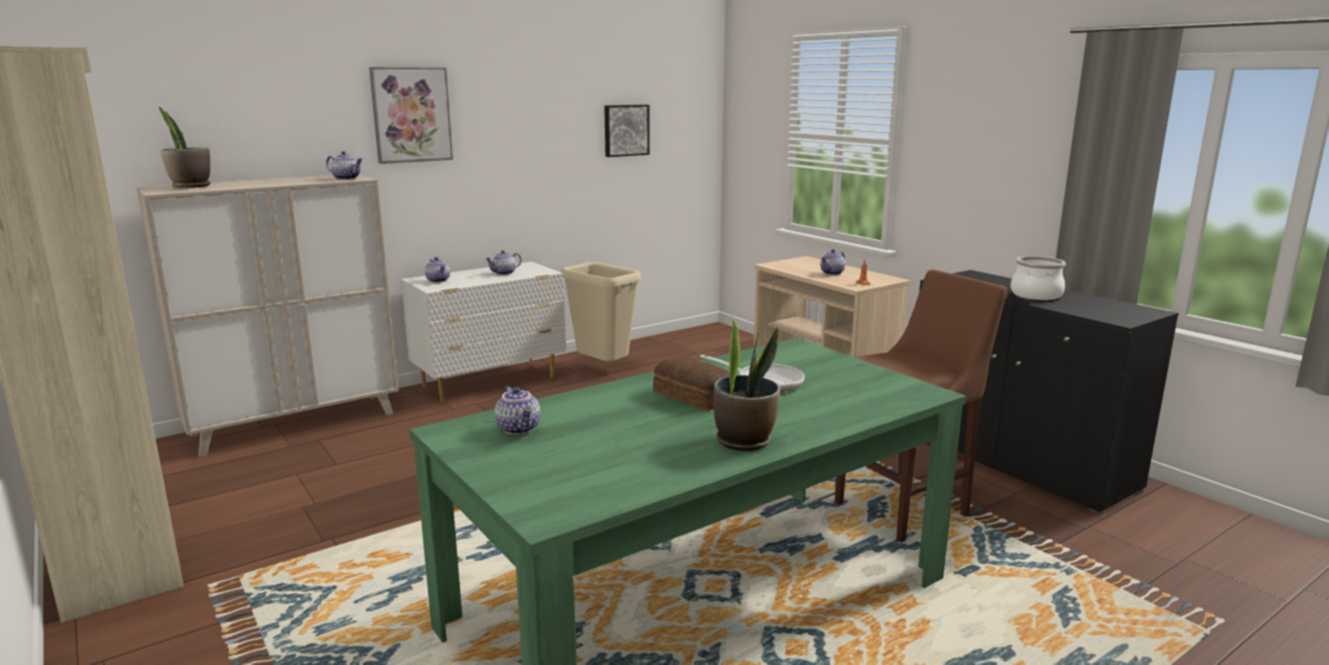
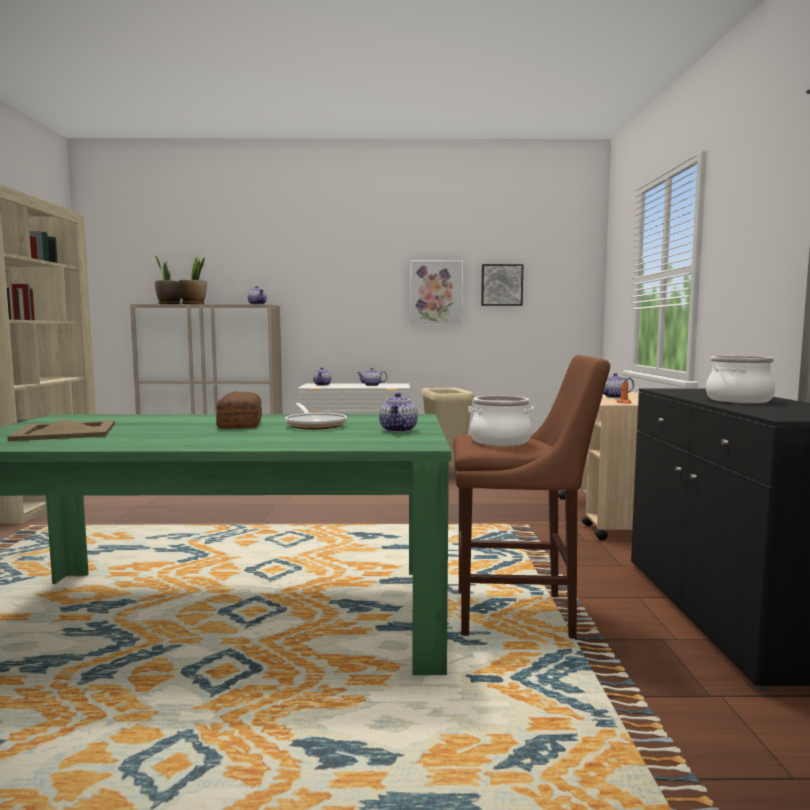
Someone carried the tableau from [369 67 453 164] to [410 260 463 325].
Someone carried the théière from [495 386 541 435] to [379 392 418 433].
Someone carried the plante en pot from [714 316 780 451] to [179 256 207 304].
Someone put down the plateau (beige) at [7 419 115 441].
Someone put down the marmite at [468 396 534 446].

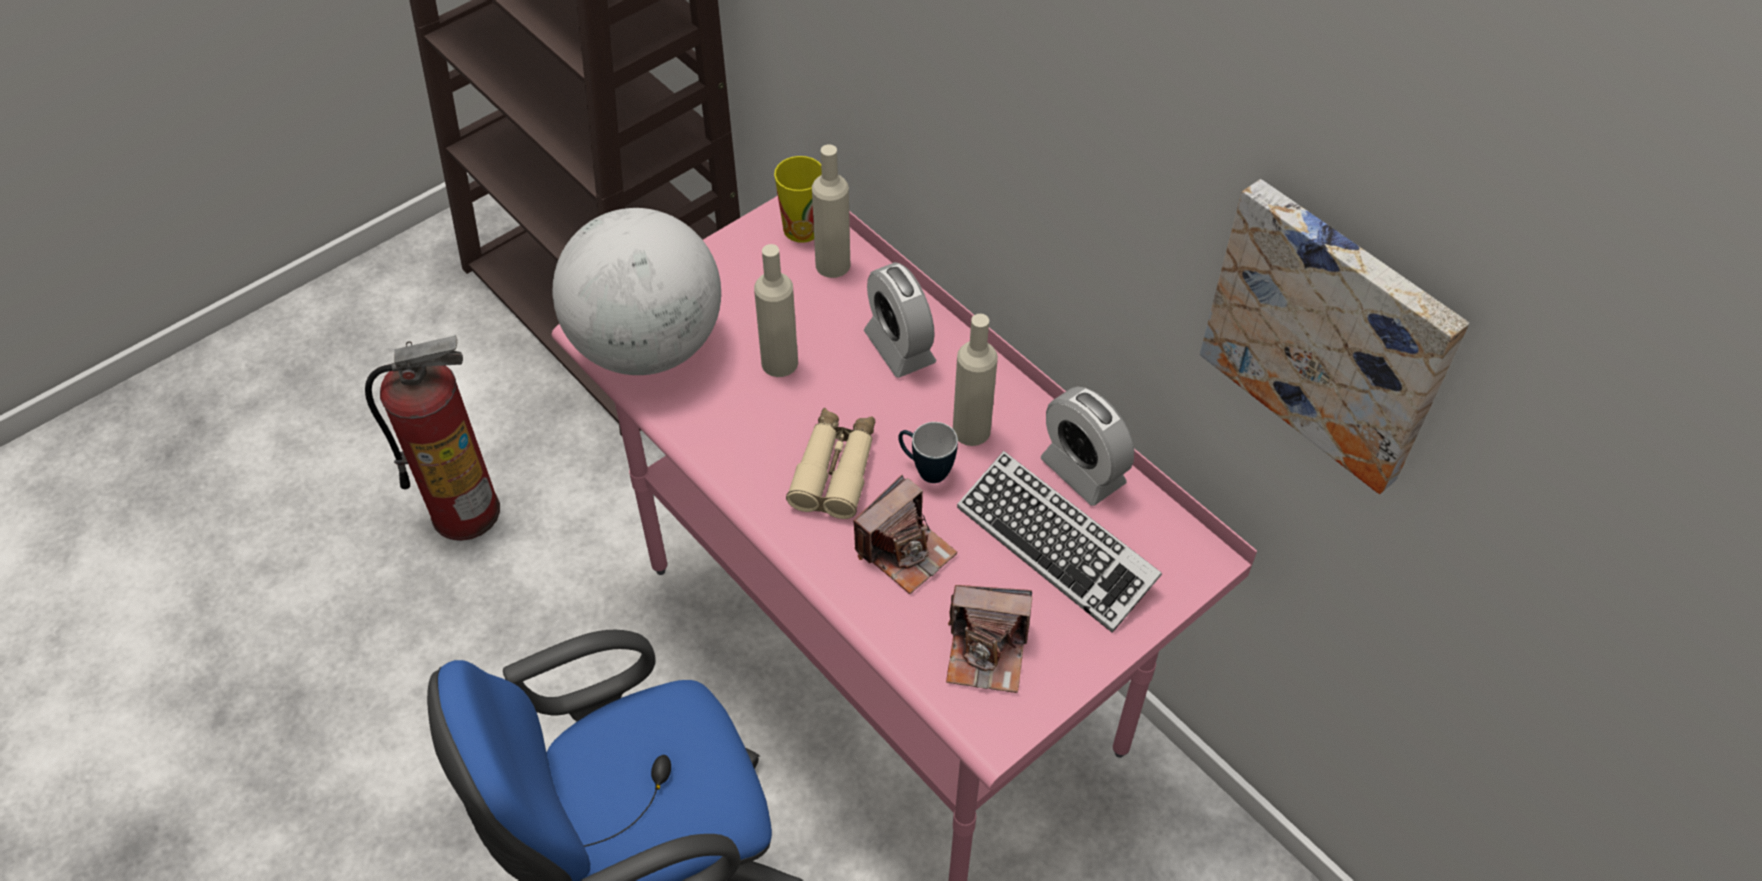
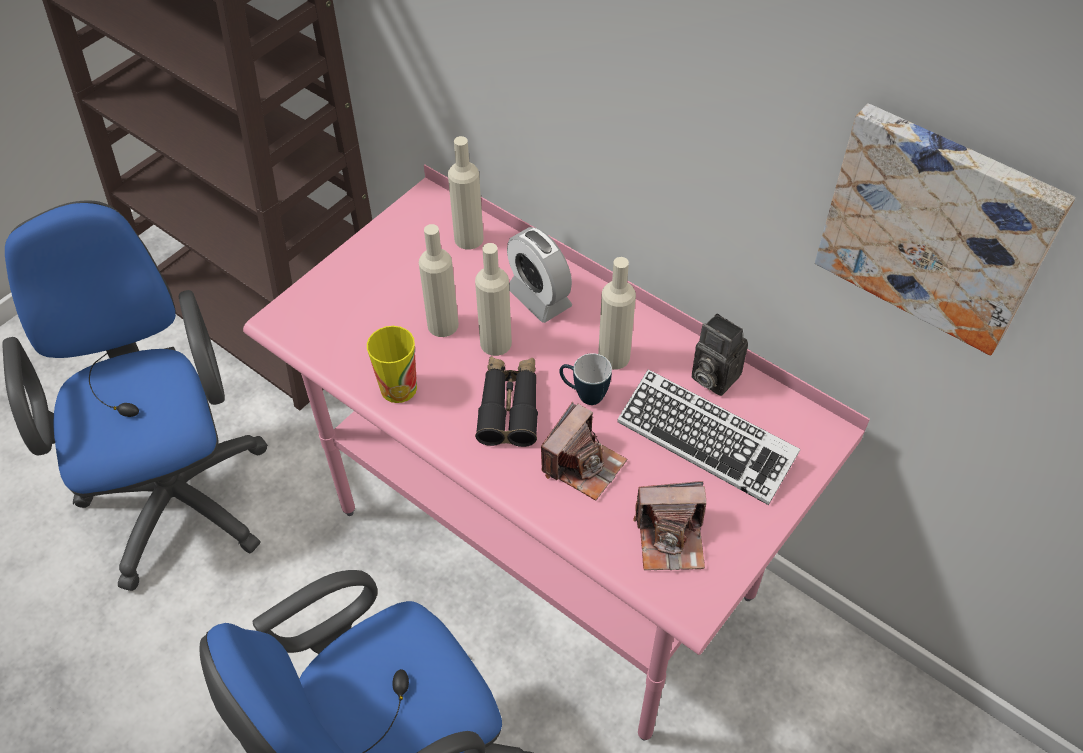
Someone swapped the extincteur at [365 336 500 541] for the chaise de bureau (bleu) at [2 200 268 591].
Someone took away the globe at [553 208 721 375].
Someone carried the tasse from [774 156 822 243] to [367 326 417 403].
Someone repainted the jumelles (beige) at [786 408 875 519], which became the jumelles (noir) at [475 356 538 447].
Someone swapped the réveil at [1041 386 1134 506] for the appareil photo at [691 313 748 396].
Someone put down the bouteille (beige) at [475 243 512 356].

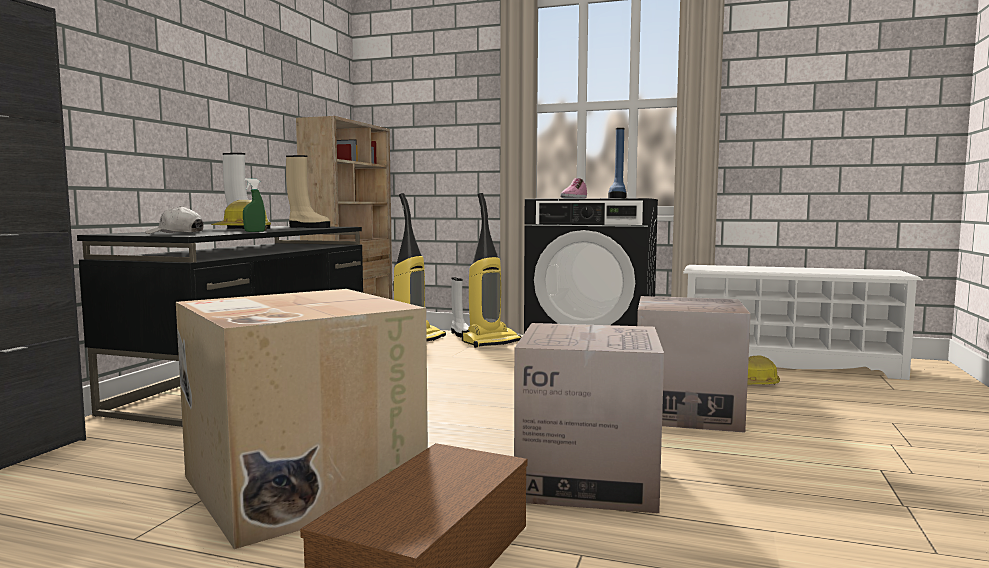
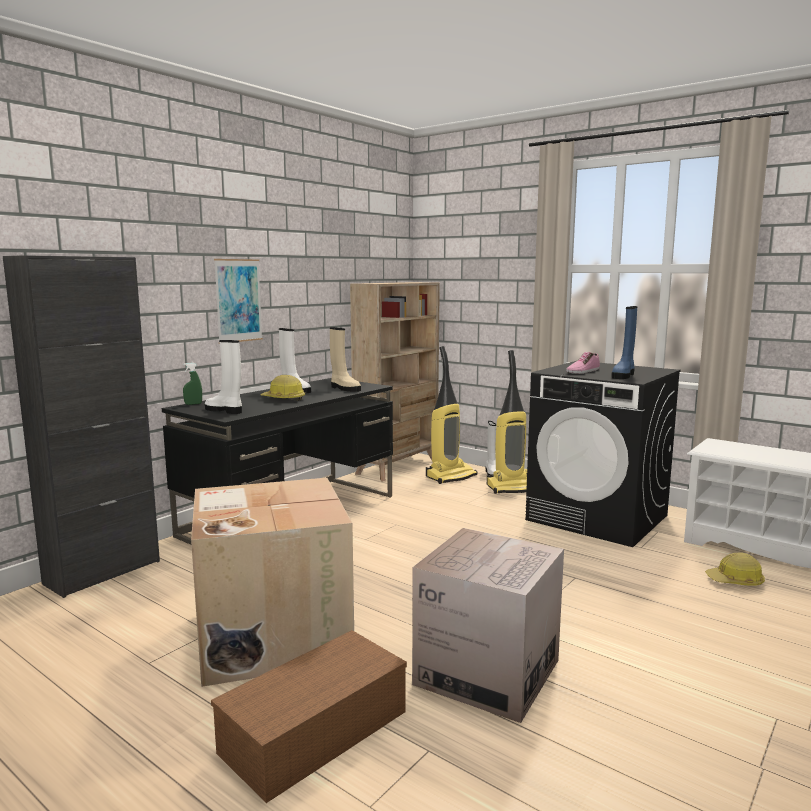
Someone swapped the casquette (blanc) at [145 206 204 234] for the botte (blanc) at [205 340 242 414].
Someone carried the vaporisateur (vert) from [243 178 266 232] to [183 363 202 405].
Someone took away the carton at [637 296 751 433].
Someone put up the tableau at [214 259 263 344].

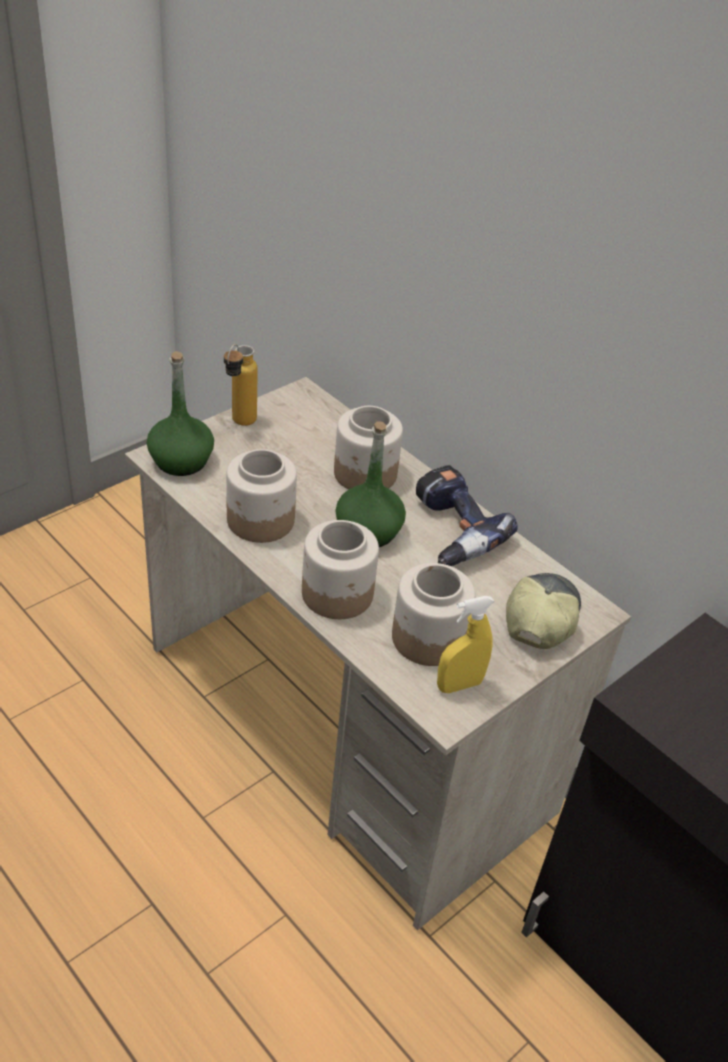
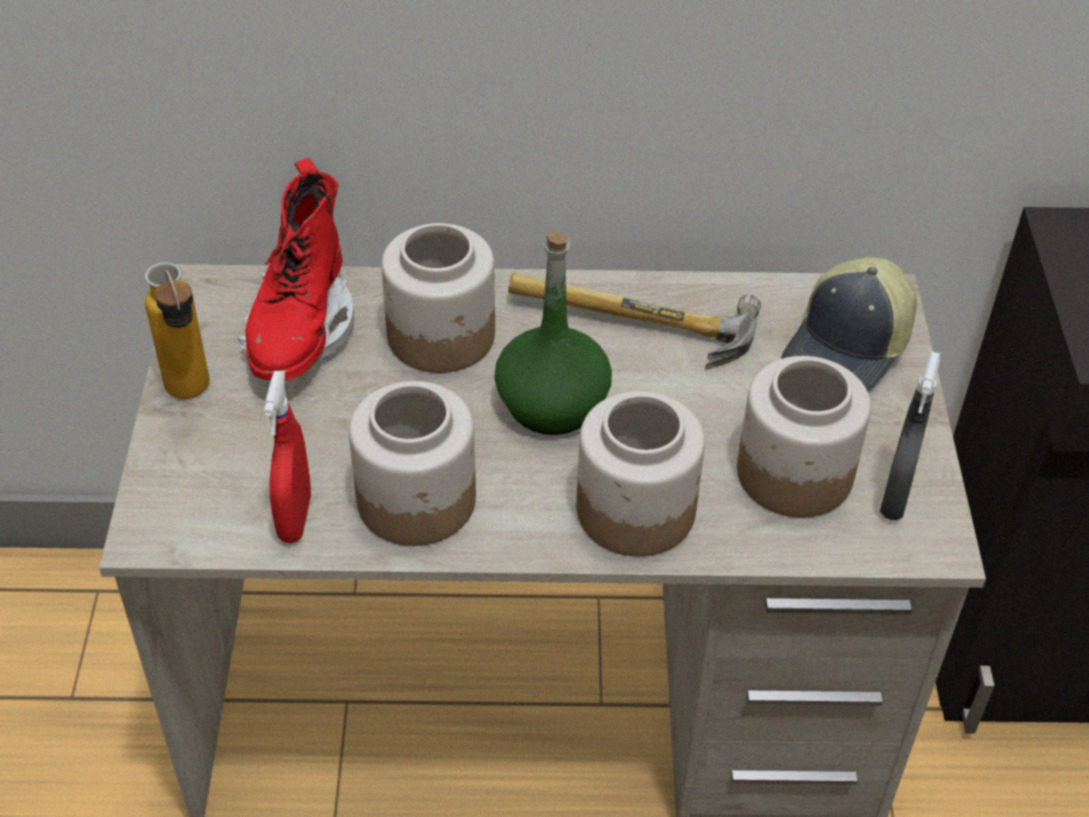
Someone took away the bouteille (vert) at [147 351 214 476].
Someone swapped the perceuse at [416 465 518 566] for the marteau at [508 272 761 370].
Someone repainted the vaporisateur (jaune) at [437 596 494 693], which became the vaporisateur (gris) at [880 351 941 520].
Someone rotated the casquette at [506 573 581 649] by 120 degrees counterclockwise.
Someone put down the botte (rouge) at [238 158 354 381].
Someone put down the vaporisateur (rouge) at [264 371 311 543].

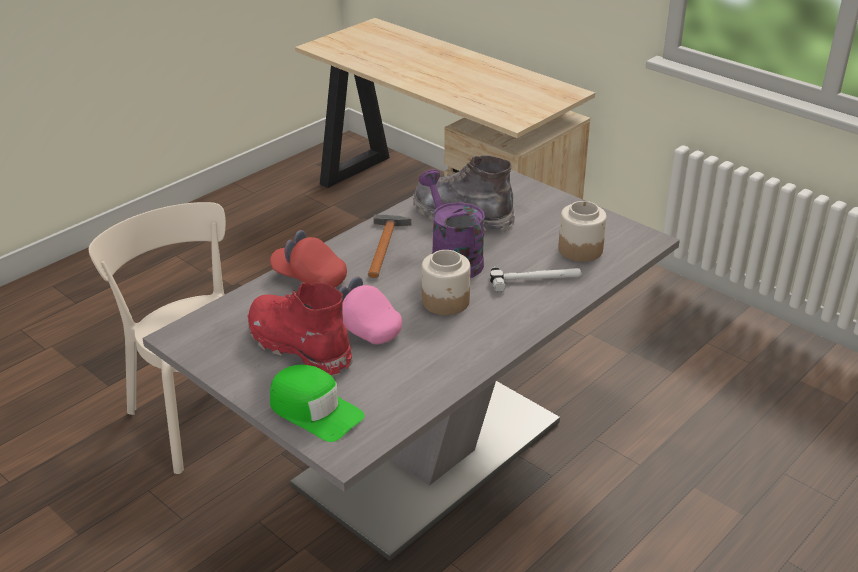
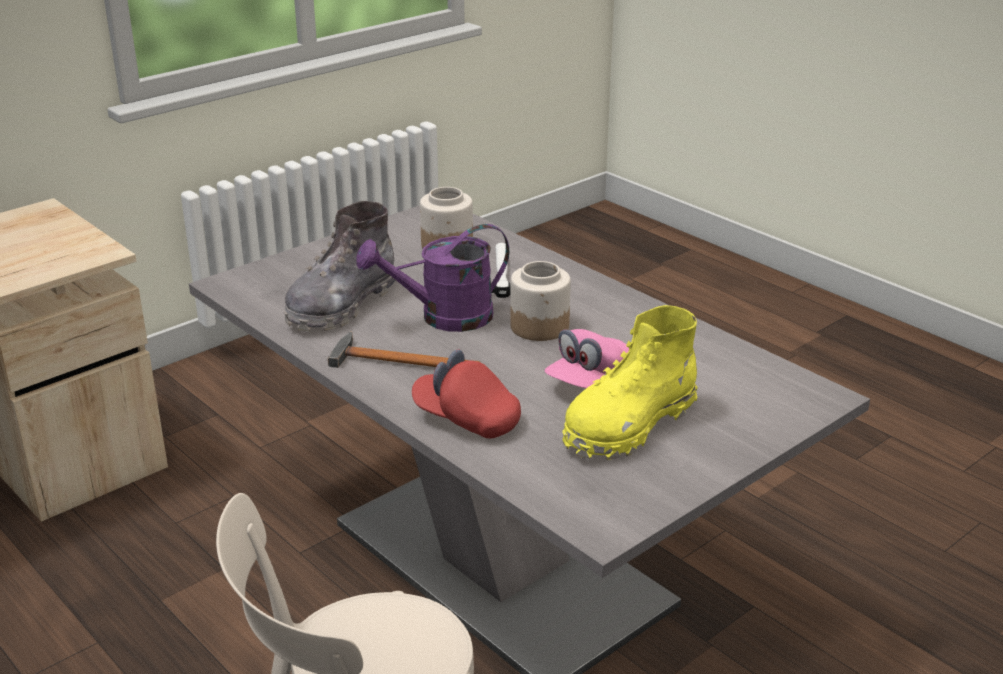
Someone repainted the botte (rouge) at [247 282 353 376], which became the botte (jaune) at [562 305 698 460].
Someone rotated the casquette (rouge) at [270 230 347 288] by 90 degrees clockwise.
Someone took away the casquette (vert) at [270 365 365 442].

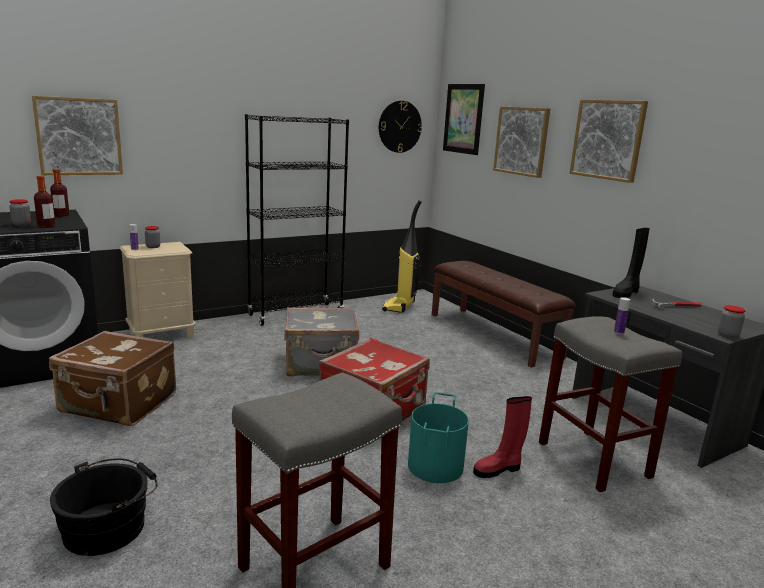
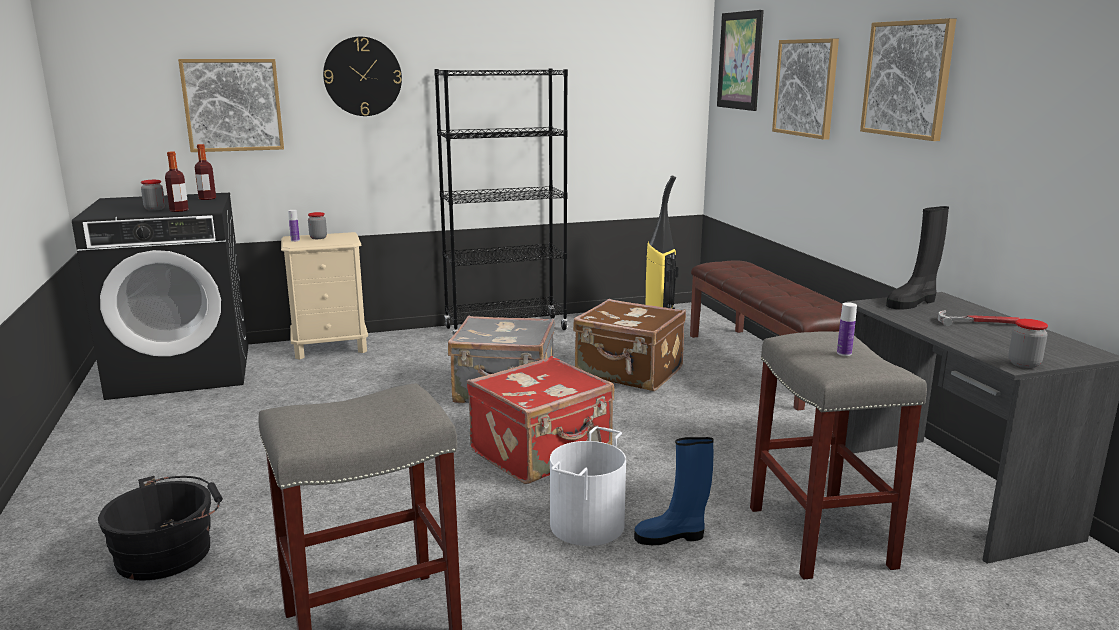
Someone carried the valise (marron) from [49 331 176 426] to [573 299 686 391].
Someone carried the horloge murale from [379 101 422 153] to [323 37 402 116].
Someone repainted the seau (turquoise) at [408 392 469 483], which became the seau (blanc) at [550 427 626 546].
Someone repainted the botte (rouge) at [473 396 532 478], which became the botte (bleu) at [634 437 714 545].

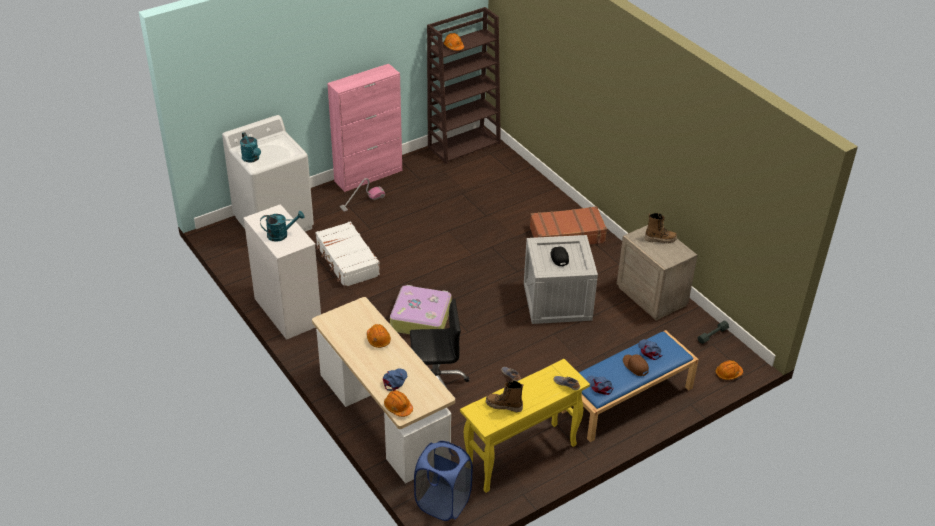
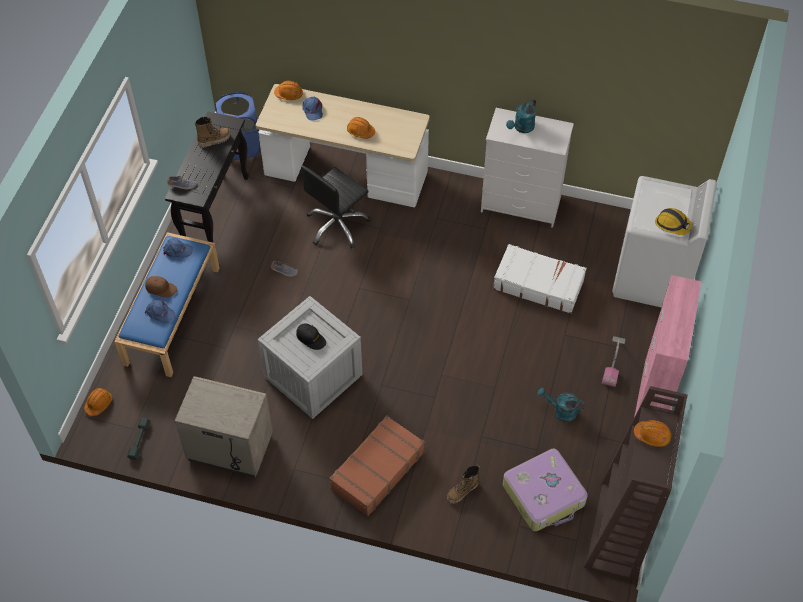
Someone carried the arrosoir (turquoise) from [240 132 261 163] to [538 388 585 422].
Someone carried the valise from [390 285 452 334] to [503 449 588 531].
Someone repainted the table console (jaune) at [460 359 590 493], which became the table console (noir) at [165 112 249 242].
Someone carried the botte from [645 213 677 244] to [447 465 480 504].
Someone put down the casque de chantier at [655 208 692 235].

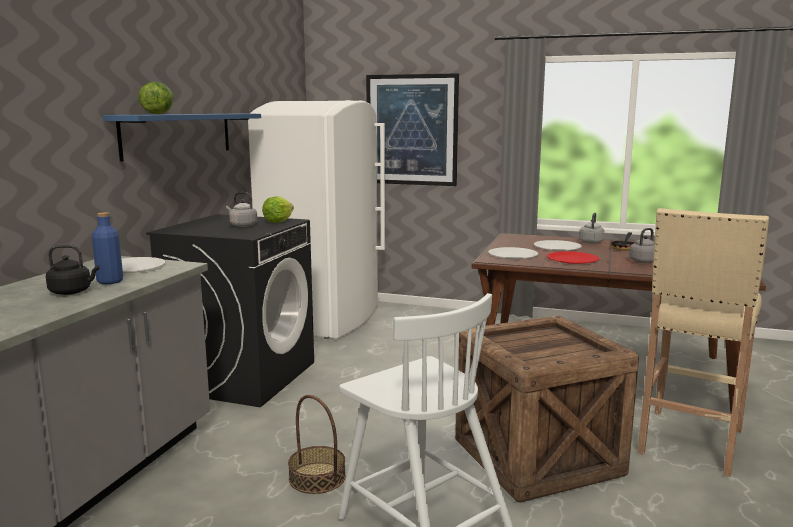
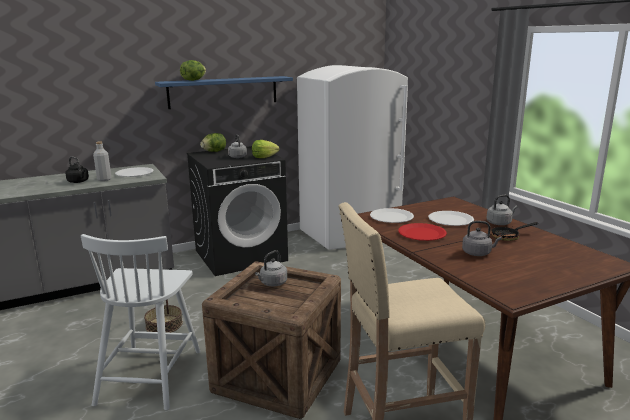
Someone repainted the bouteille (bleu) at [92 212 123 284], which became the bouteille (gris) at [93 141 112 181].
Someone took away the tableau at [366 73 459 186].
Someone put down the laitue at [200 133 226 152].
Someone put down the bouilloire (gris) at [255 250 287 287].

